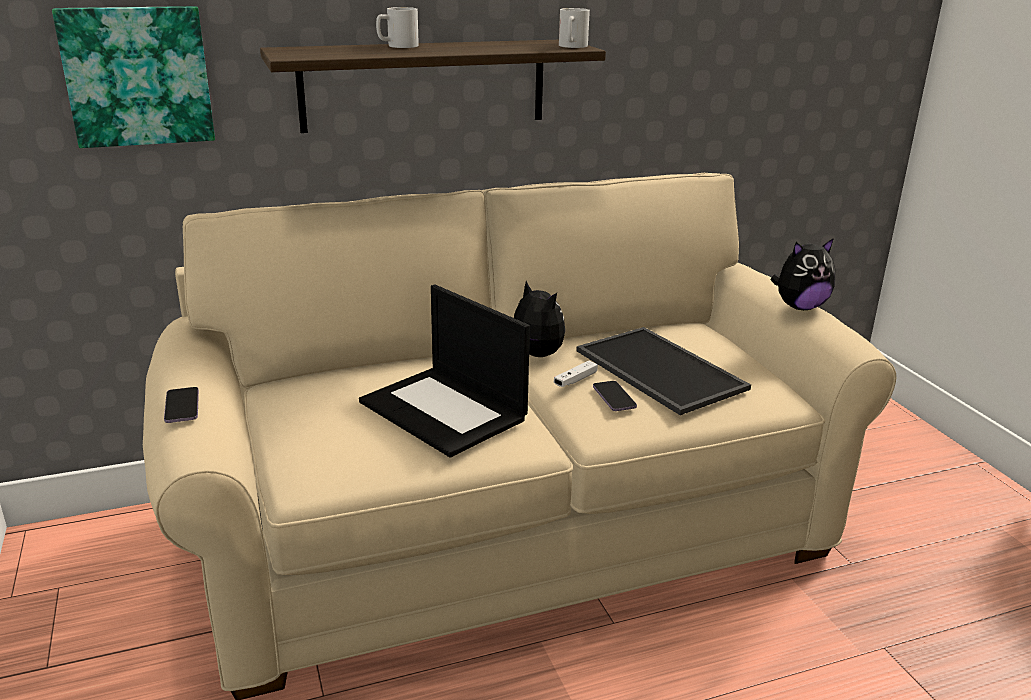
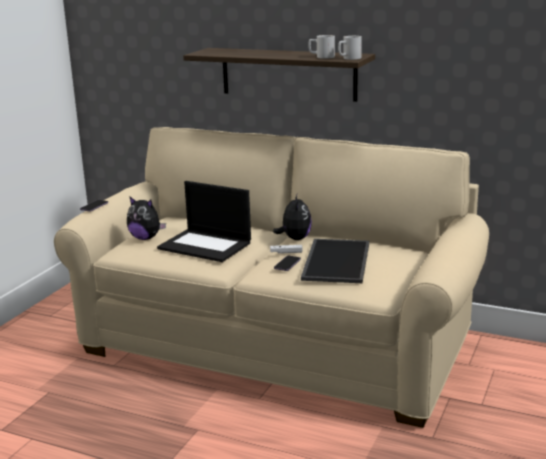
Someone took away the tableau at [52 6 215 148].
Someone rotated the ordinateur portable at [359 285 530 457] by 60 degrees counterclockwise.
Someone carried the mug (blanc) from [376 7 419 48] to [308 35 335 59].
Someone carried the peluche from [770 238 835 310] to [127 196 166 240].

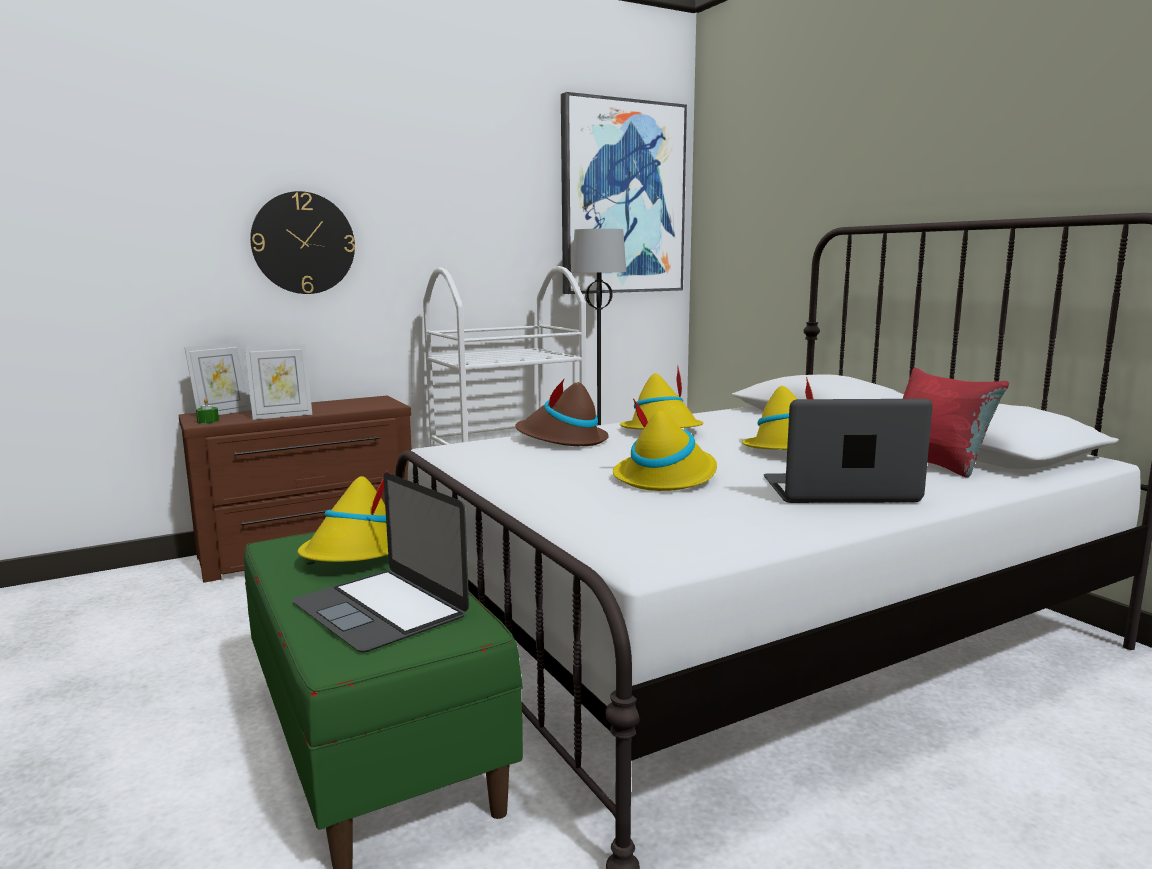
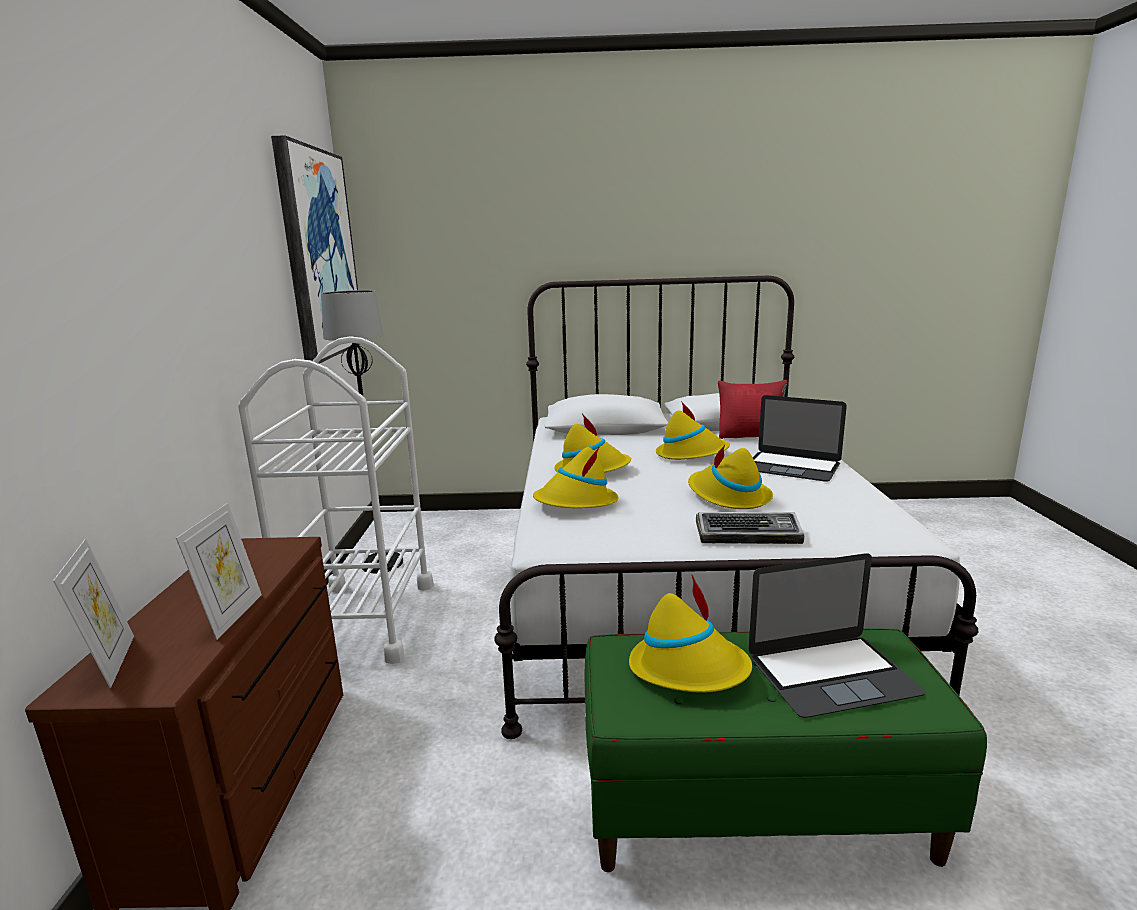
Someone took away the bougie (vert) at [196 398 219 424].
Someone took away the horloge murale at [250 191 355 294].
Someone repainted the chapeau (marron) at [515 378 609 446], which became the chapeau (jaune) at [533 446 618 508].
Someone rotated the ordinateur portable at [764 399 933 503] by 90 degrees counterclockwise.
Someone put down the clavier at [696 512 804 544].

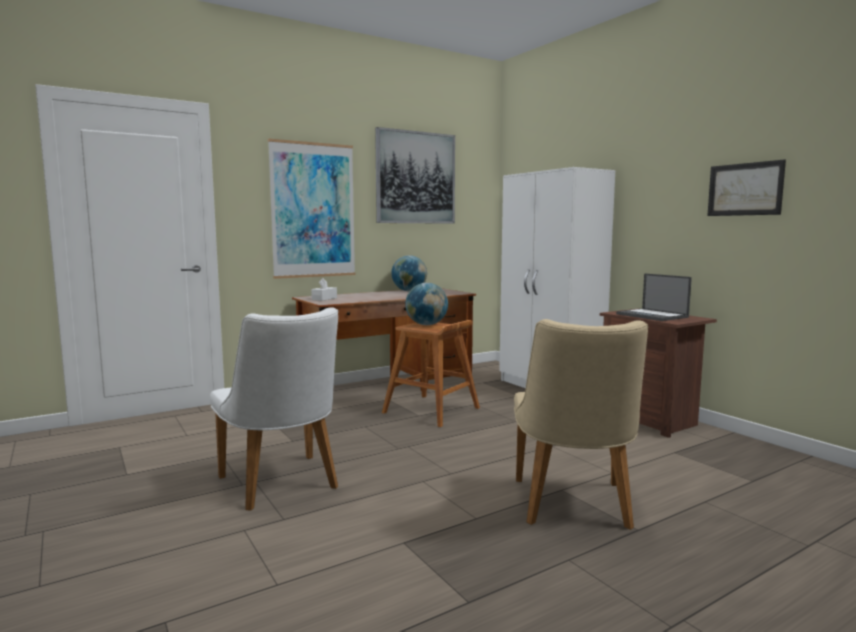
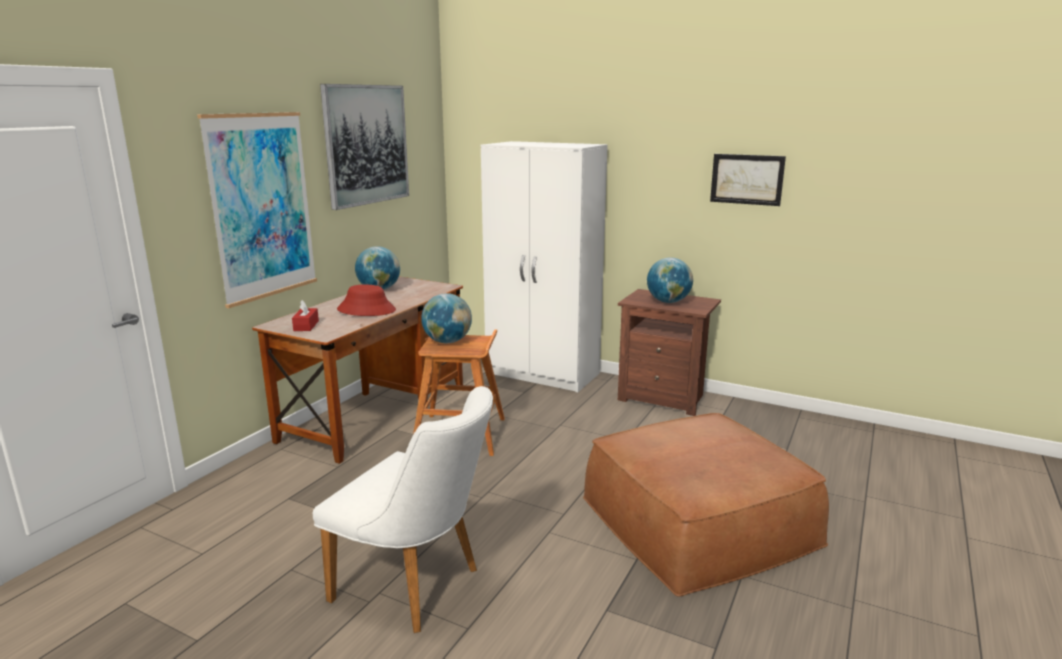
Someone repainted the boîte à mouchoirs (blanc) at [311 278 337 301], which became the boîte à mouchoirs (rouge) at [292 300 319 331].
Someone swapped the chaise (beige) at [514 319 648 530] for the pouf (marron) at [583 413 829 597].
Someone swapped the ordinateur portable at [616 273 692 321] for the globe at [647 258 693 303].
Someone put down the chapeau (rouge) at [337 285 396 316].

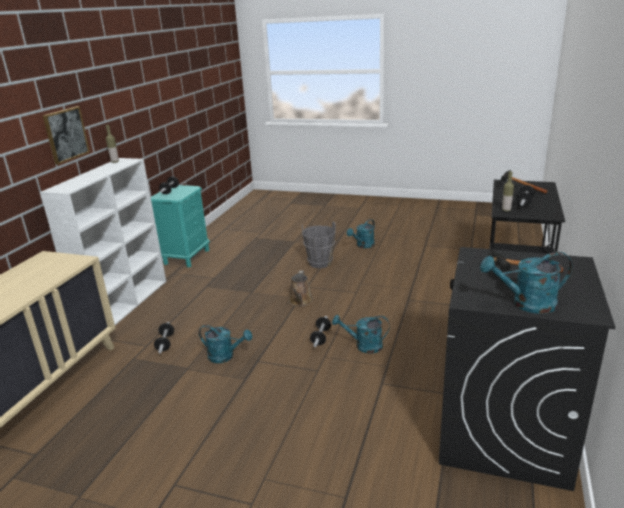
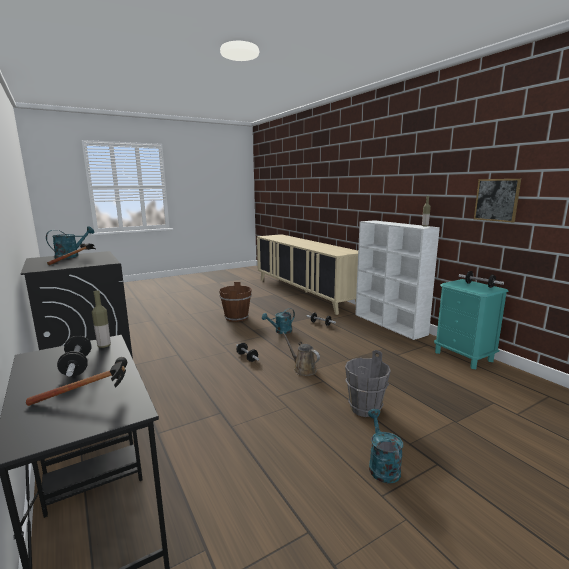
Someone carried the tableau from [43 106 90 165] to [474 179 521 222].
Someone took away the arrosoir (turquoise) at [332 315 389 353].
Someone put down the seau (marron) at [219 282 252 322].

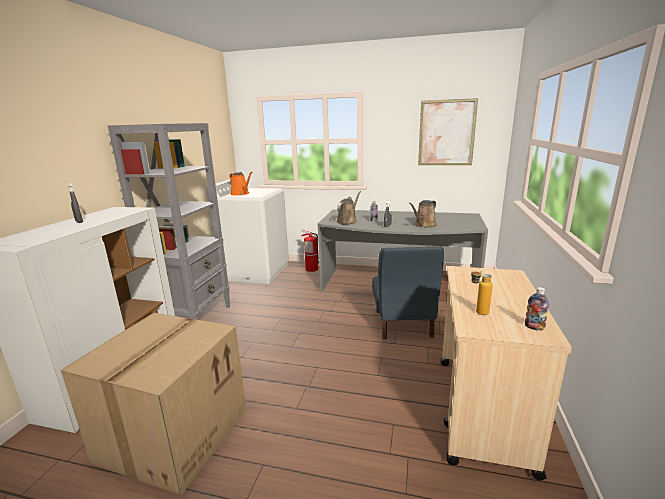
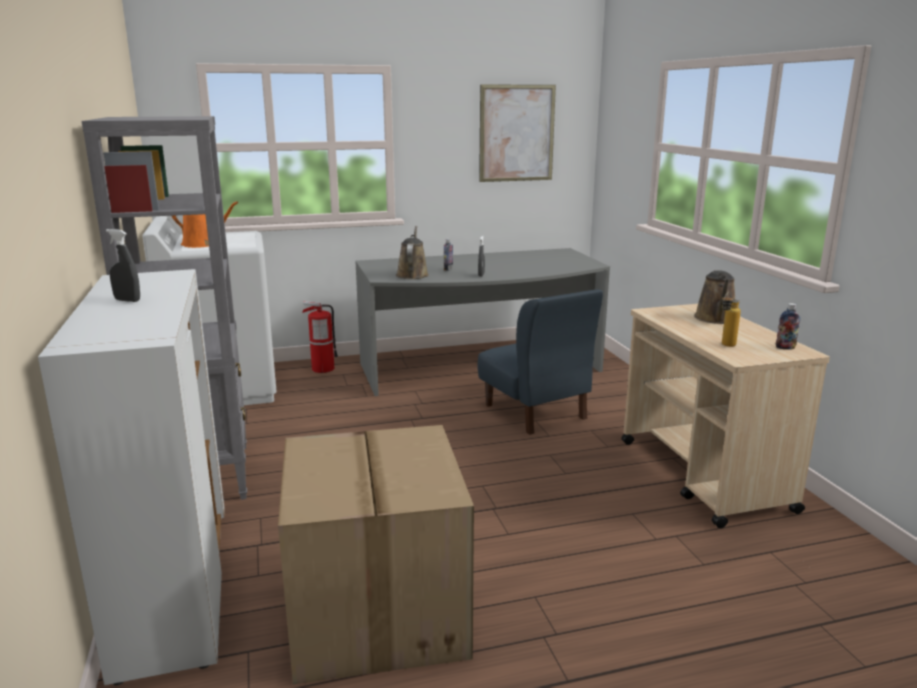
Someone carried the arrosoir (marron) from [409 200 437 228] to [694 270 735 324].

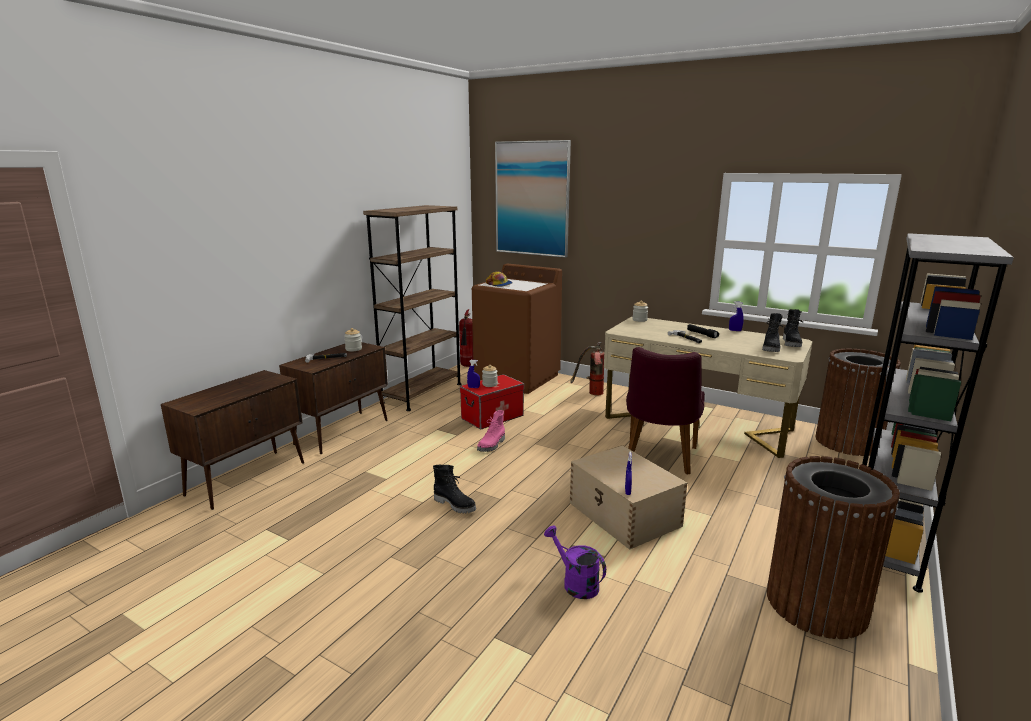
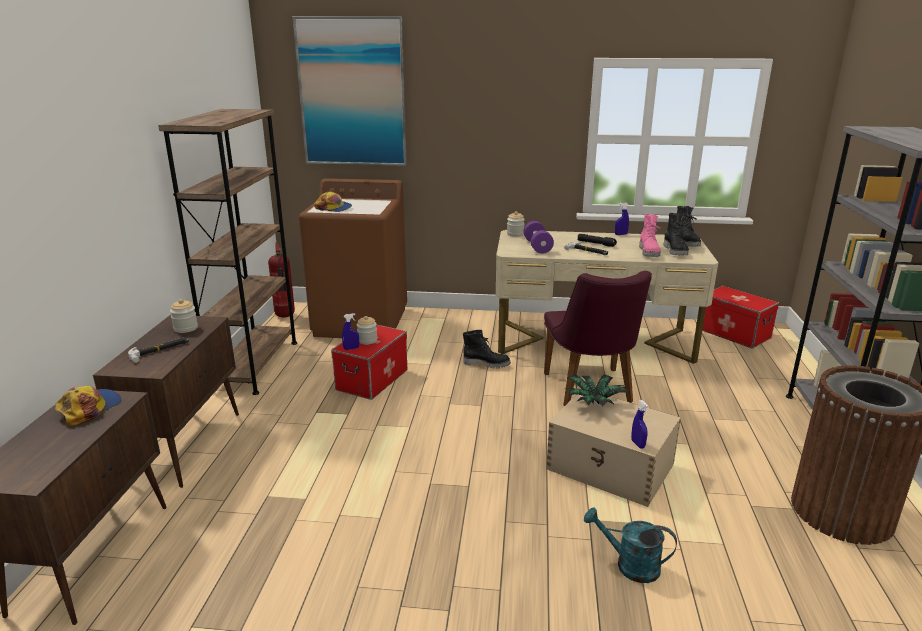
Someone carried the botte (noir) from [433 465 476 513] to [463 330 511 368].
Someone carried the botte (rose) from [477 410 505 452] to [639 214 661 257].
Someone repainted the arrosoir (violet) at [544 525 606 599], which became the arrosoir (turquoise) at [584 507 677 583].
Someone took away the extincteur at [570 342 605 395].
Someone swapped the poubelle (marron) at [815 349 901 456] for the boîte de rangement at [702 286 779 349].
Someone put down the casquette at [55 385 122 425].
Someone put down the haltère (violet) at [523 221 554 254].
Someone put down the plante en pot at [566 373 629 406].

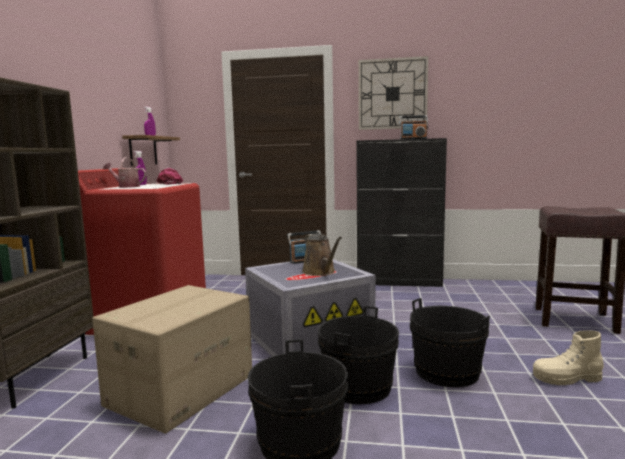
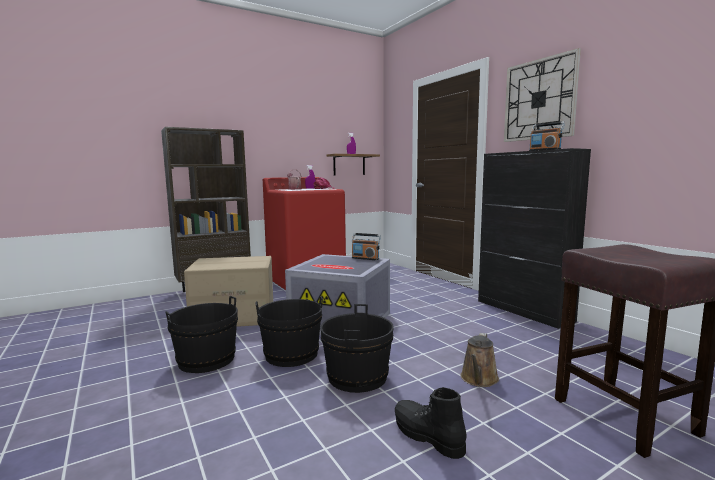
Someone carried the arrosoir (marron) from [302 233 342 276] to [460 333 499 387].
Someone repainted the botte (beige) at [533 330 604 385], which became the botte (noir) at [395 387 467 459].

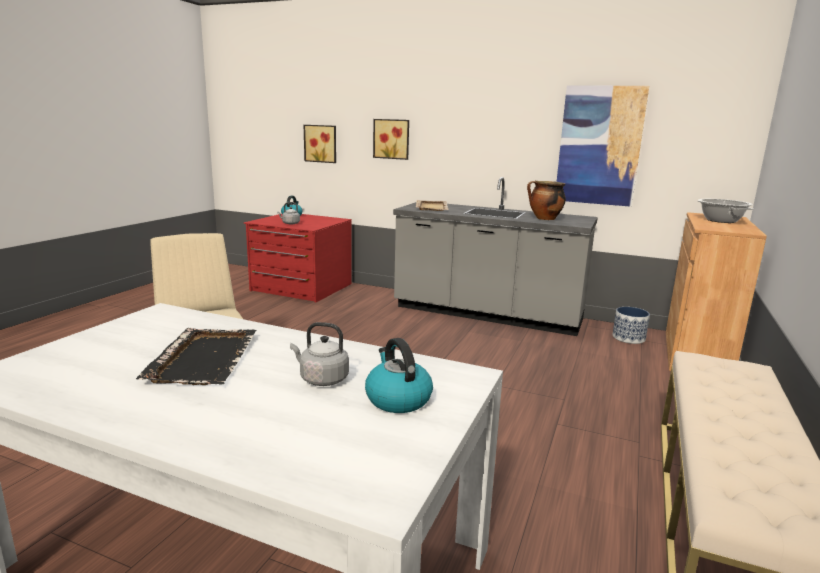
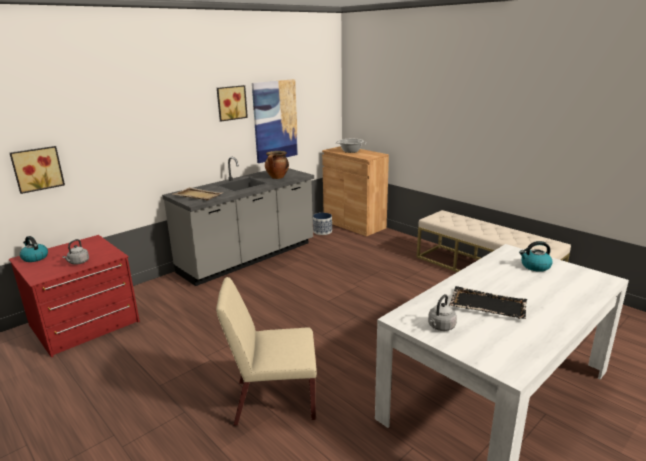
Someone carried the bouilloire (gris) from [290 322 349 386] to [428 294 457 331].
Someone carried the tableau from [373 119 409 160] to [217 85 248 122].

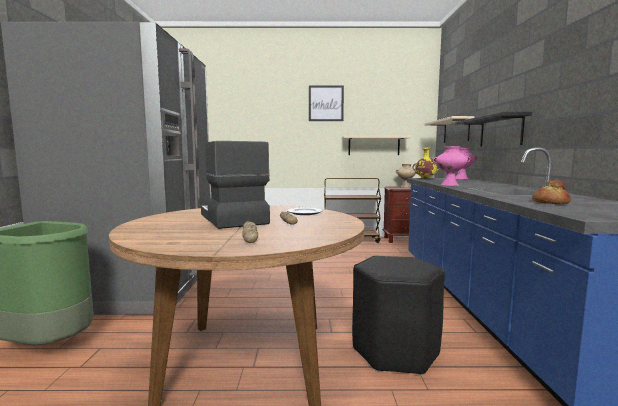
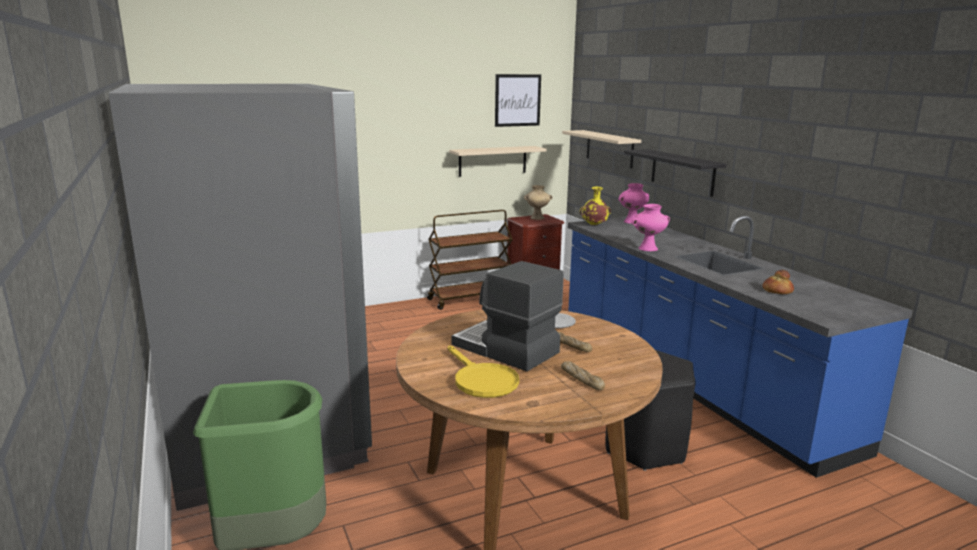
Someone carried the tableau from [309 85 344 121] to [495 74 541 127].
Someone put down the poêle (jaune) at [447 345 519 398].

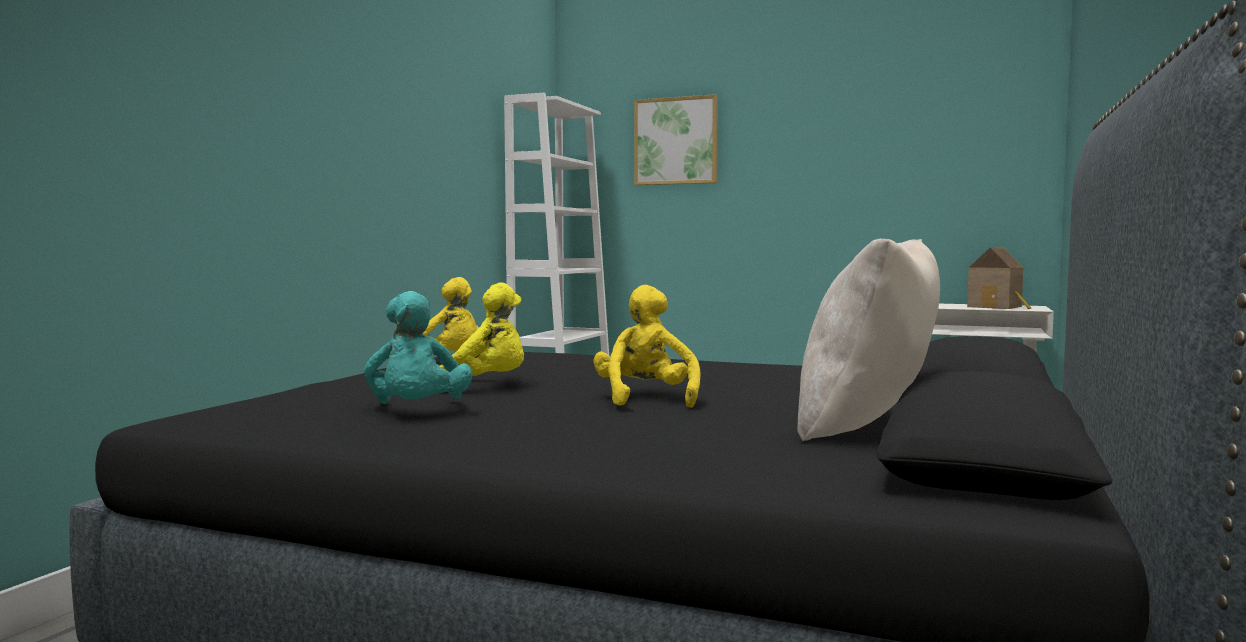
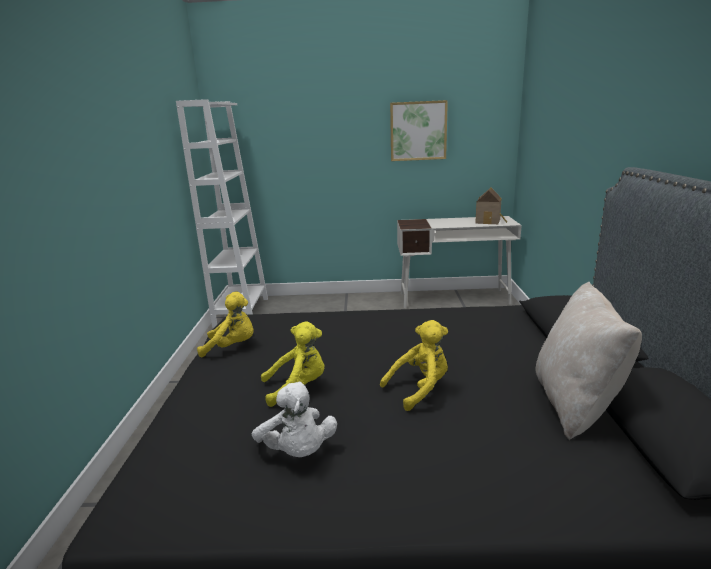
Someone repainted the peluche (turquoise) at [364 291 473 404], which became the peluche (blanc) at [252 382 337 457].
Someone rotated the peluche (jaune) at [594 285 701 408] by 90 degrees clockwise.
Someone carried the tableau from [634 94 718 185] to [390 100 448 161].

